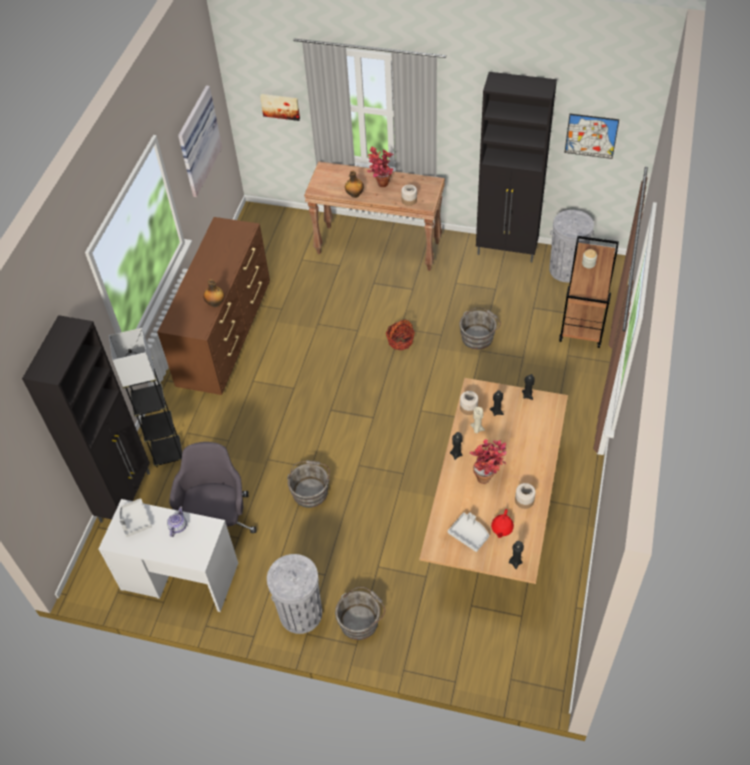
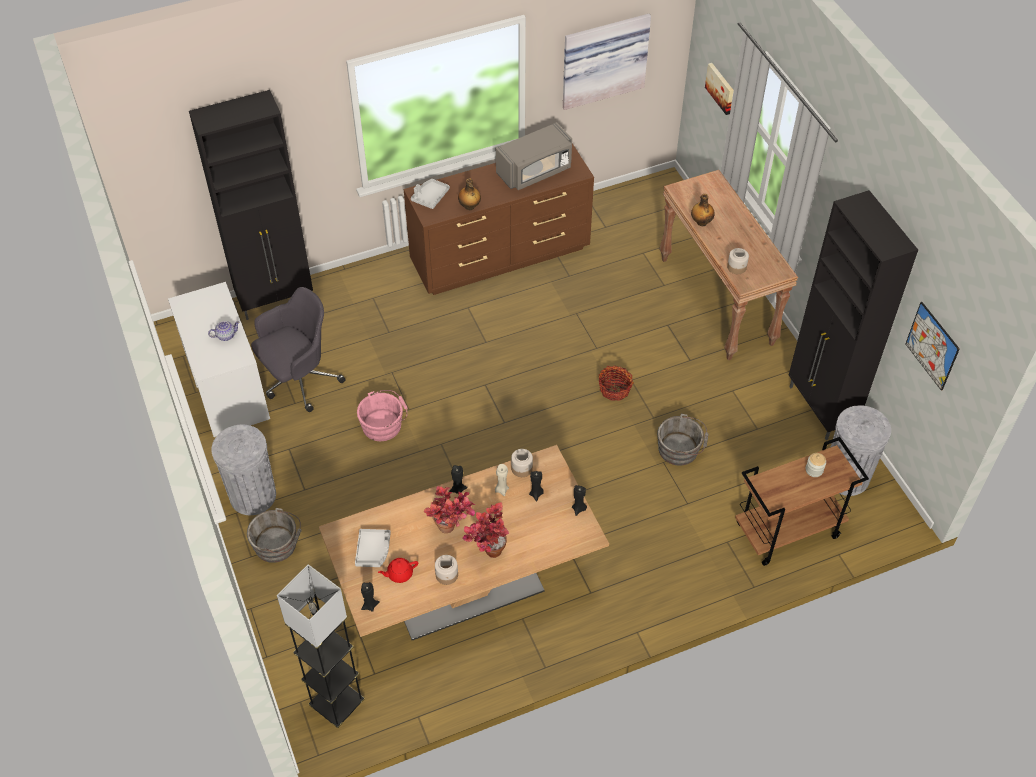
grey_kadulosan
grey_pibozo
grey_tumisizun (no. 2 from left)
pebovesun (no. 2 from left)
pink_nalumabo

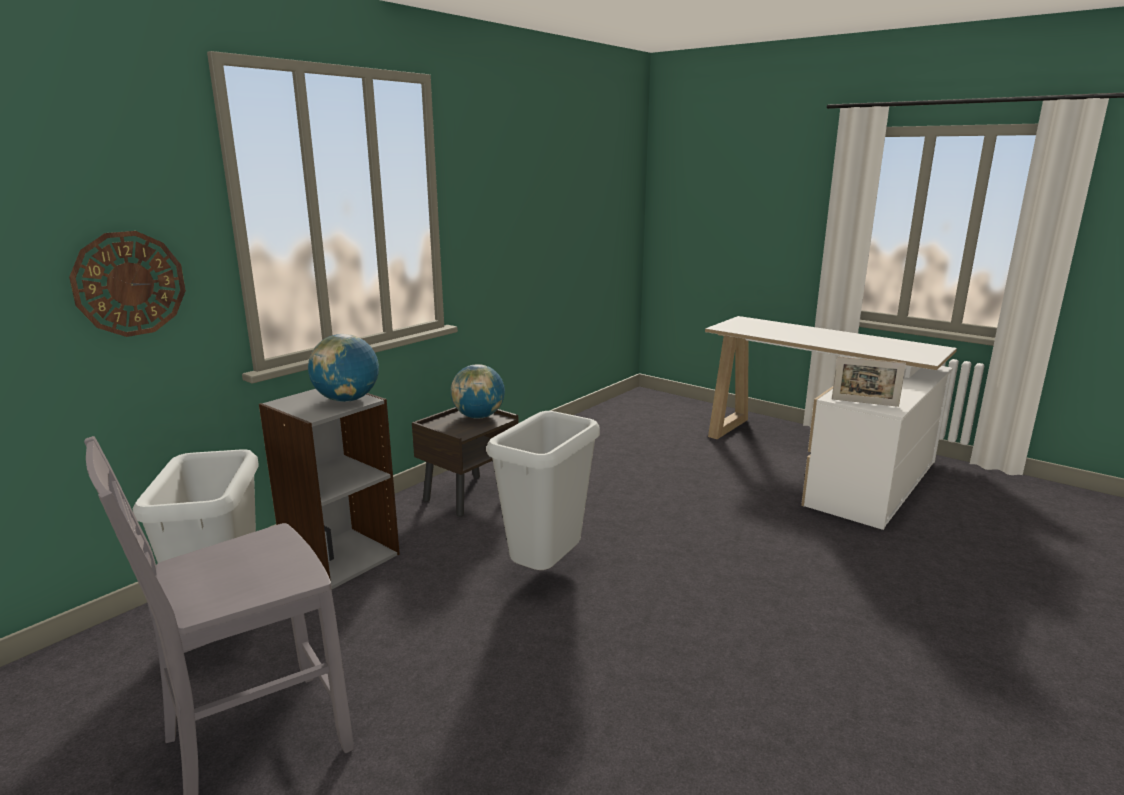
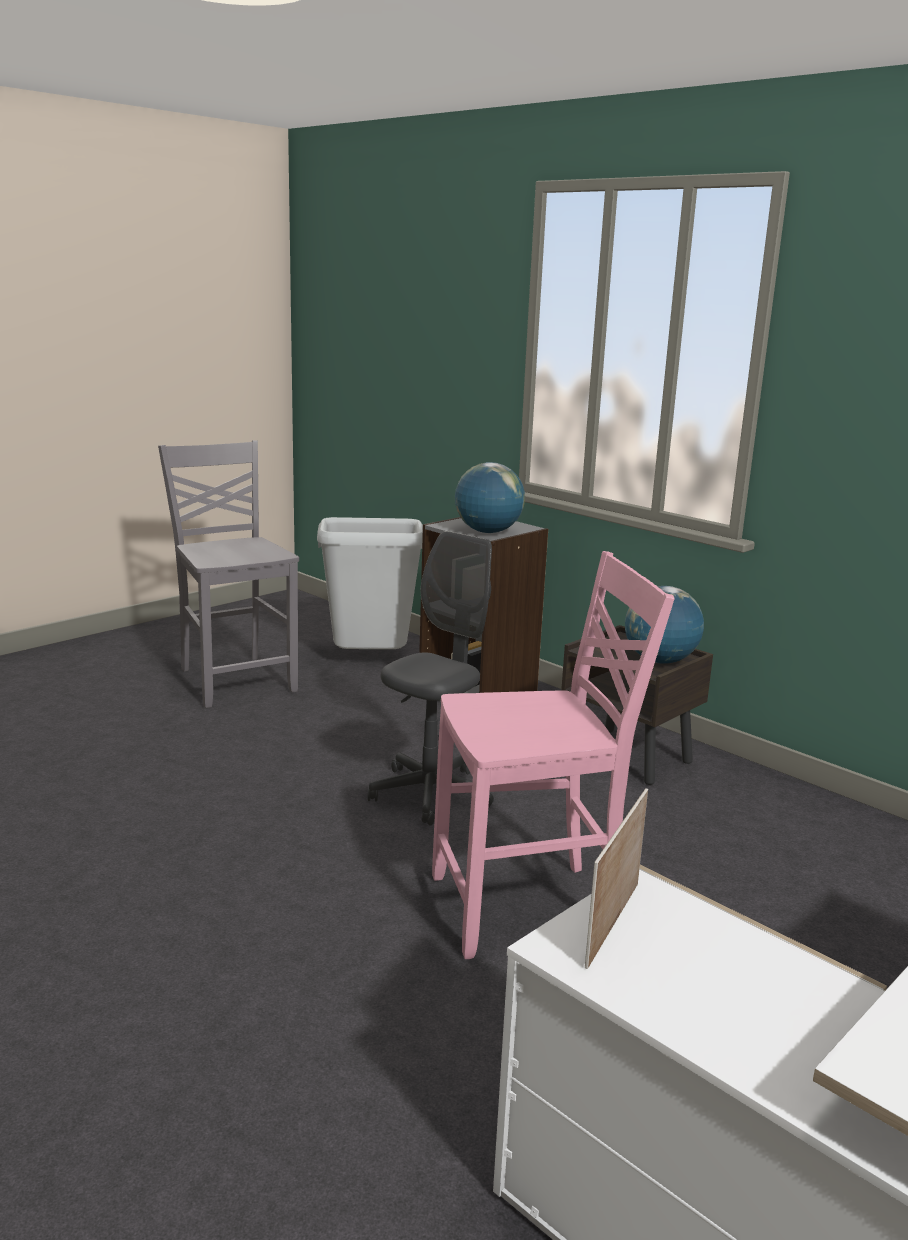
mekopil
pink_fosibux
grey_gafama

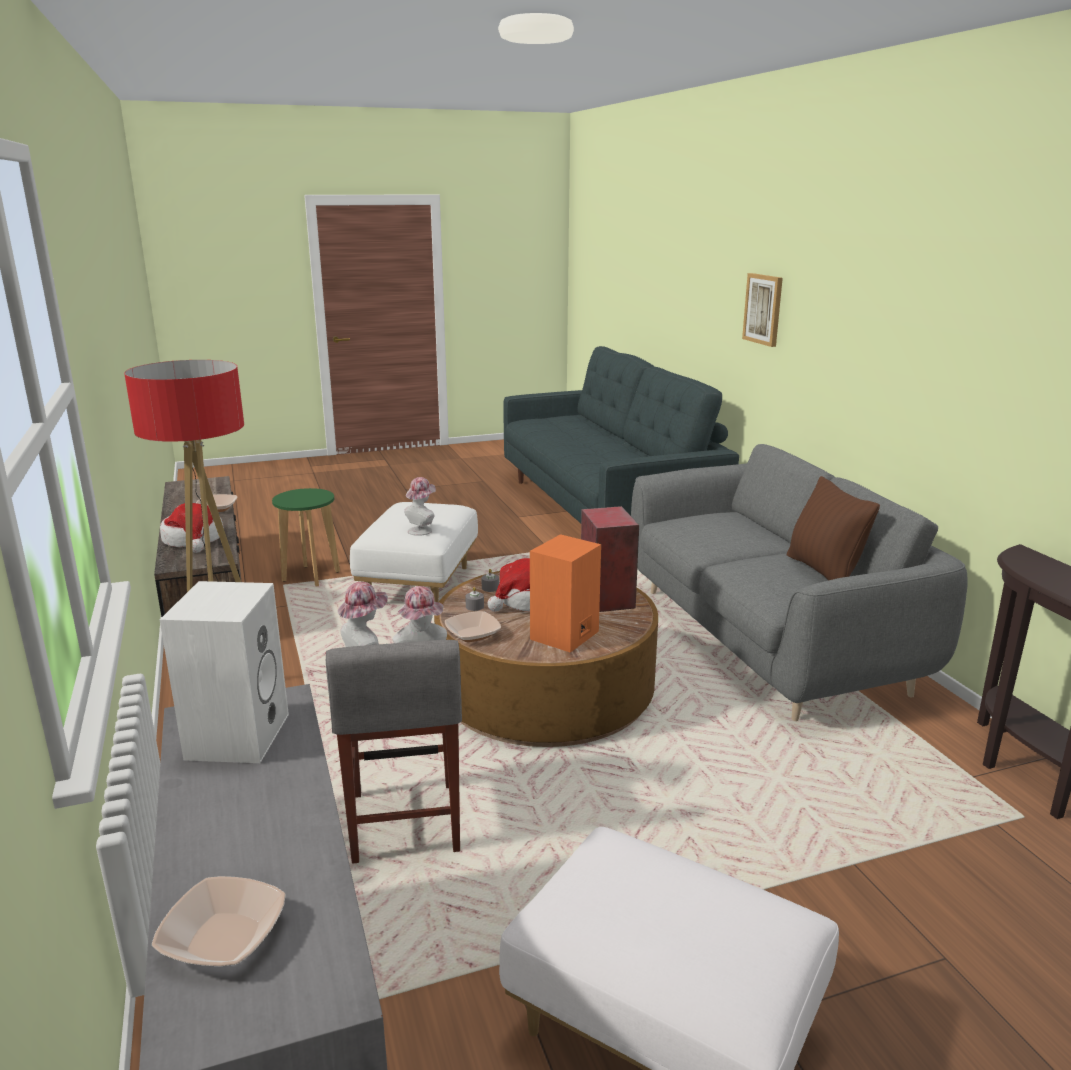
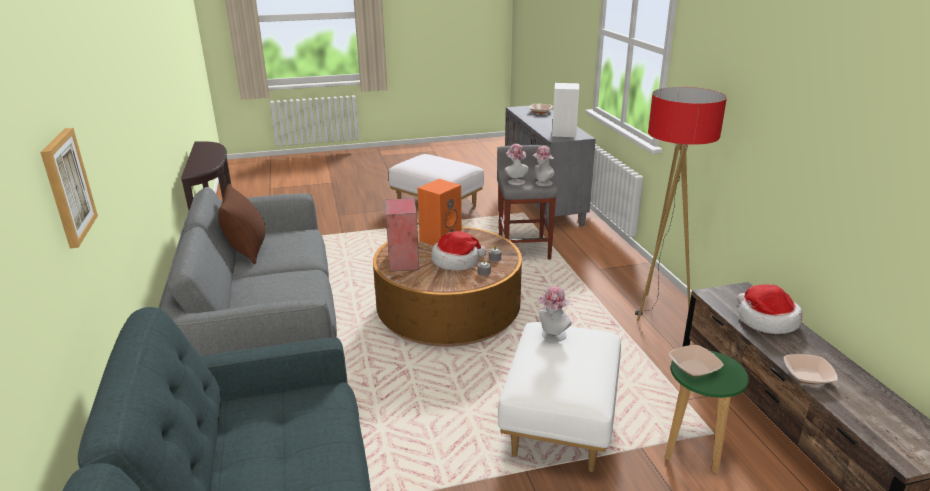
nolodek (no. 2 from left)

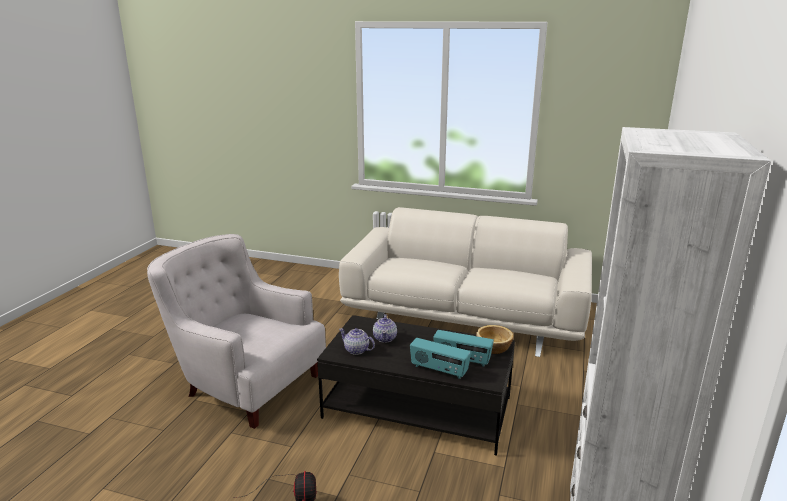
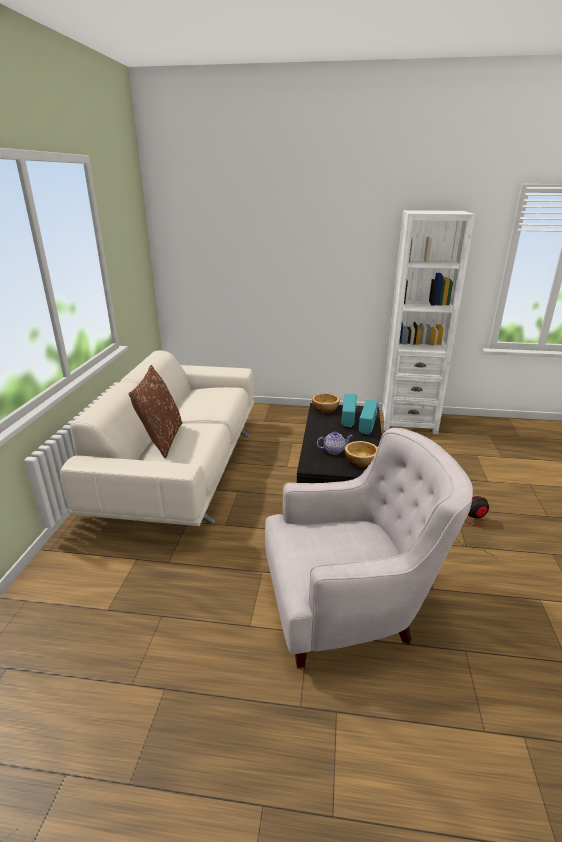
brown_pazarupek
nolodek (no. 2 from left)
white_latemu

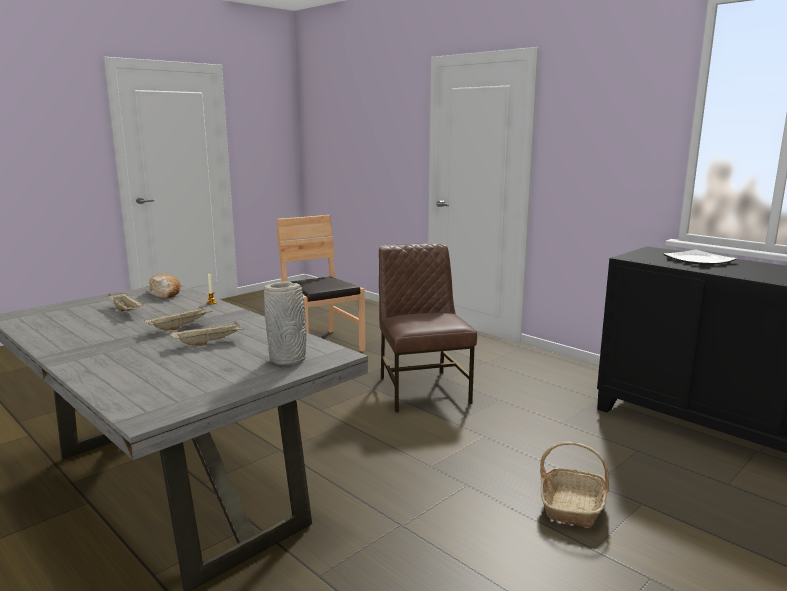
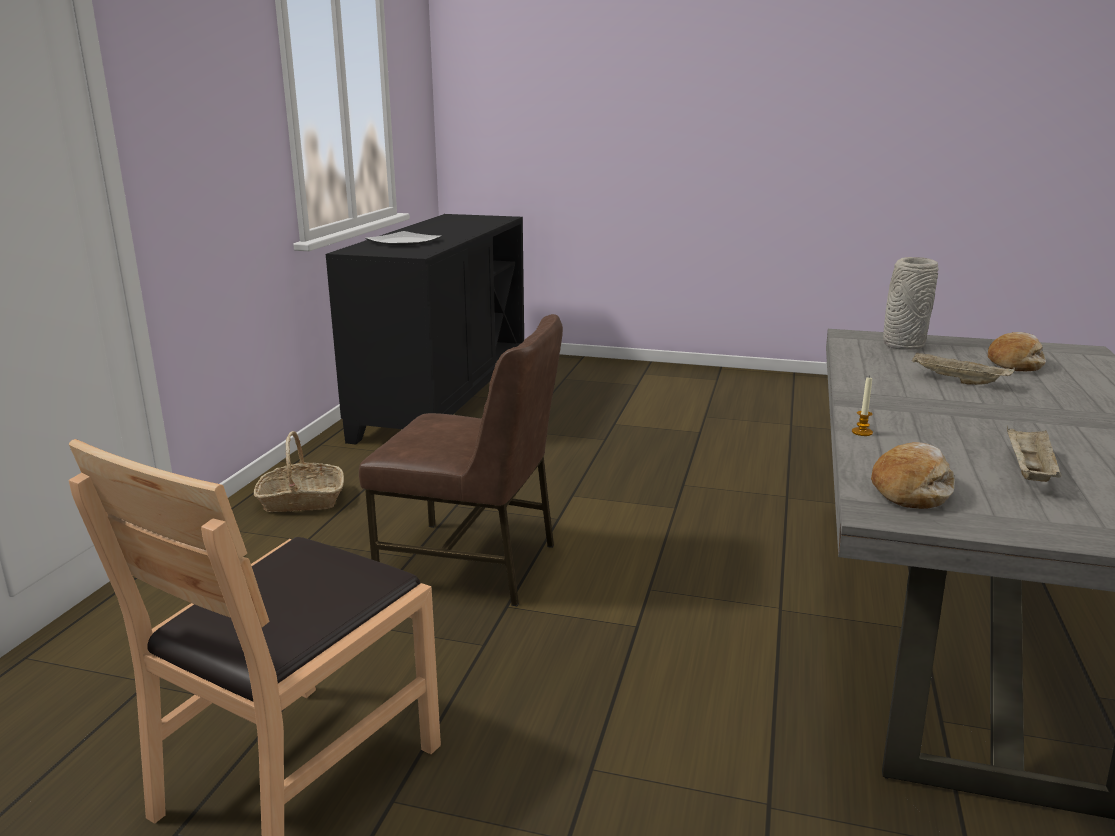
beige_tumisizun (no. 2 from left in the first image)
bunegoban (no. 2 from left)
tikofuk
brown_fosibux (no. 2 from left)

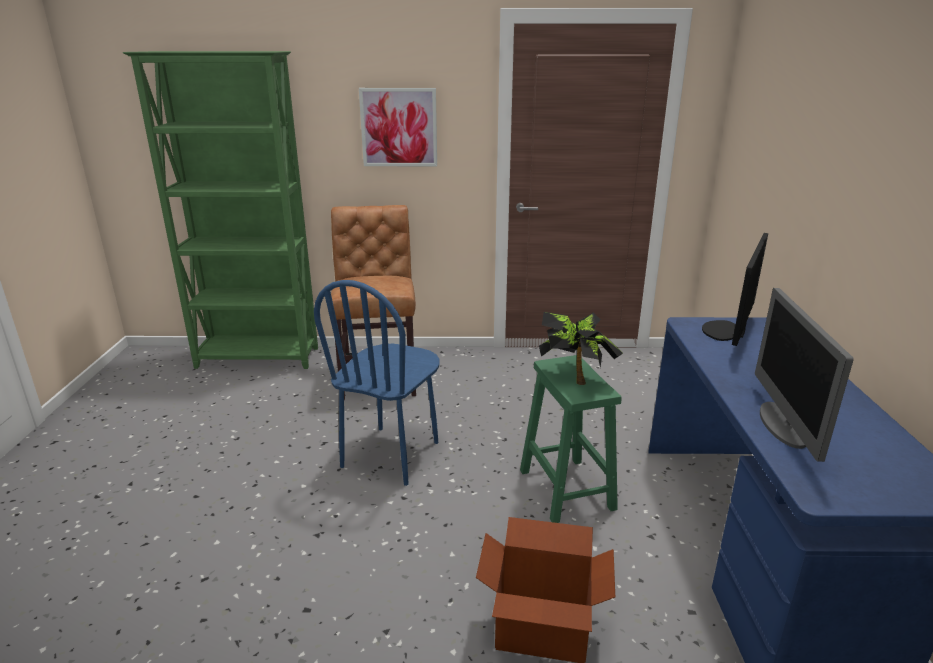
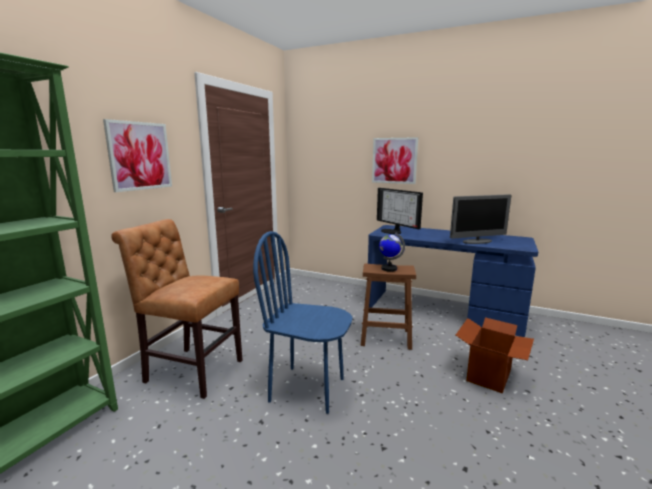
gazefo (no. 2 from left)
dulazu
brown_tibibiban
blue_fosibux
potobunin (no. 2 from left)

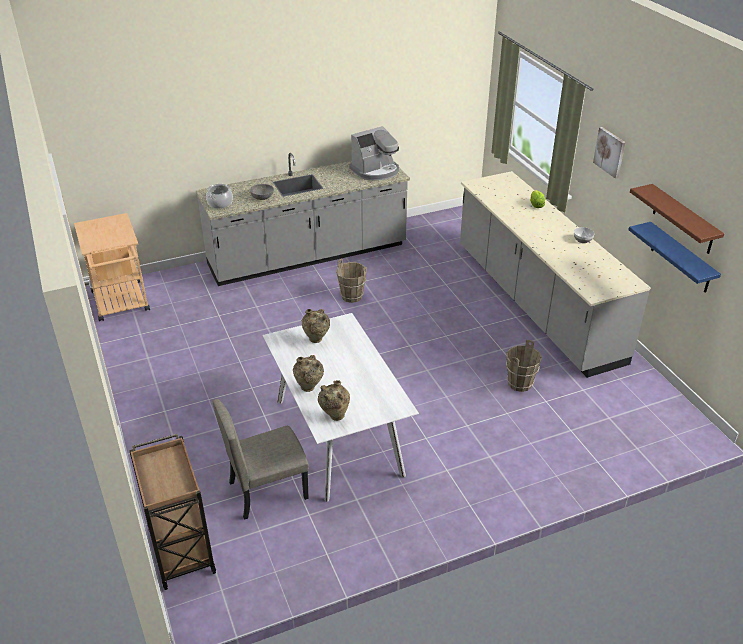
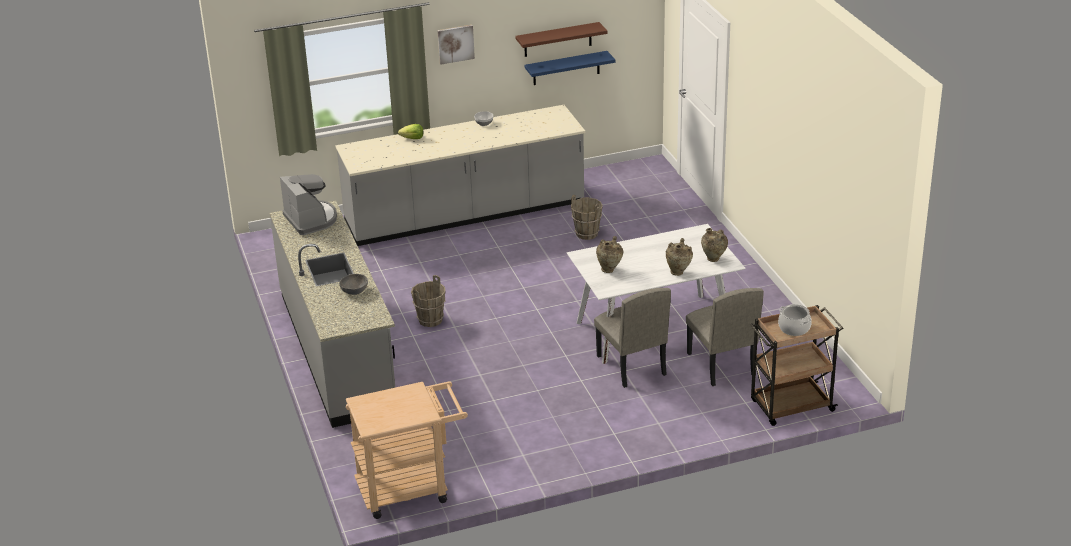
beige_fosibux (no. 1 from left)
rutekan

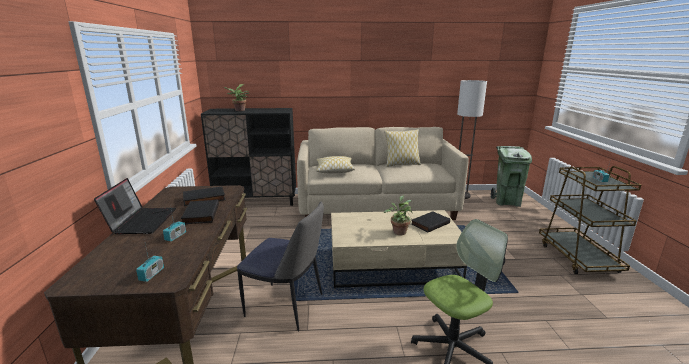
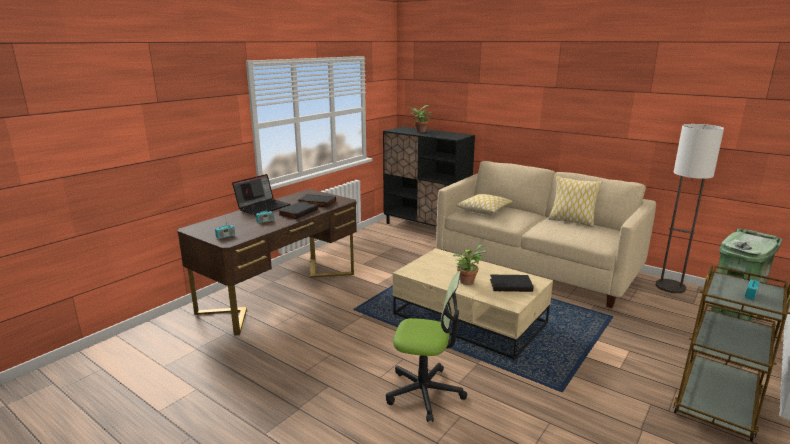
fosibux

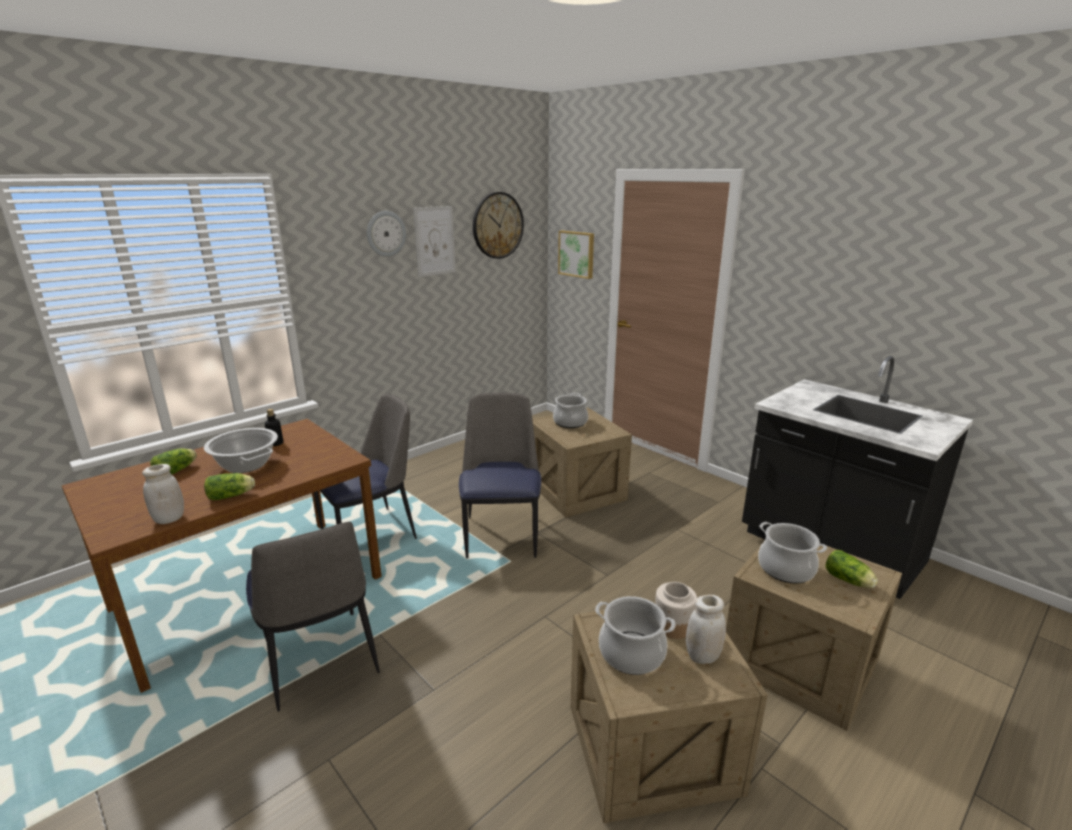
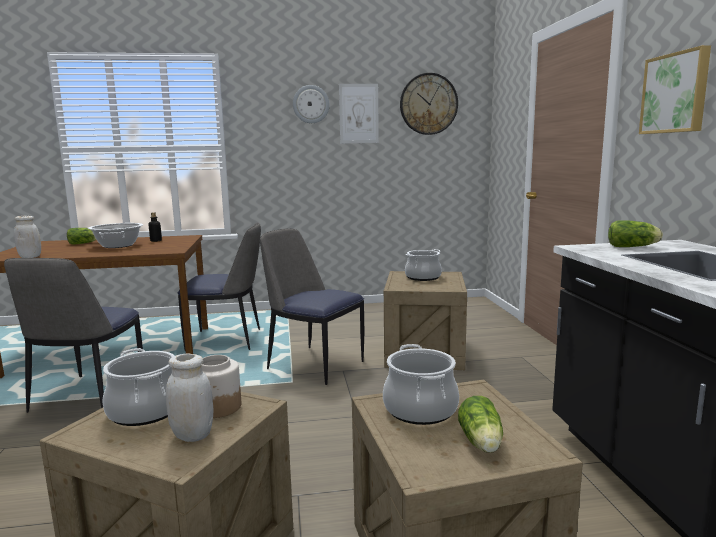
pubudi (no. 3 from left)
gazefo (no. 2 from left)
fosibux (no. 3 from left)

